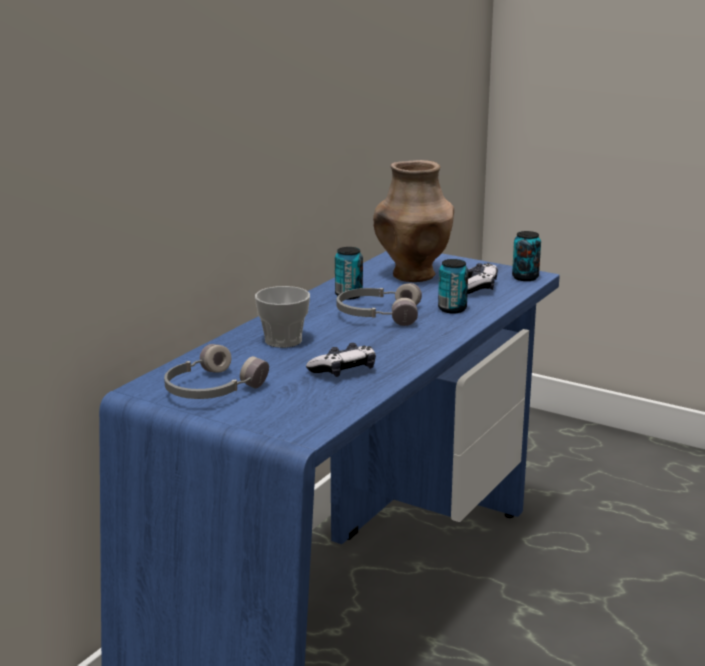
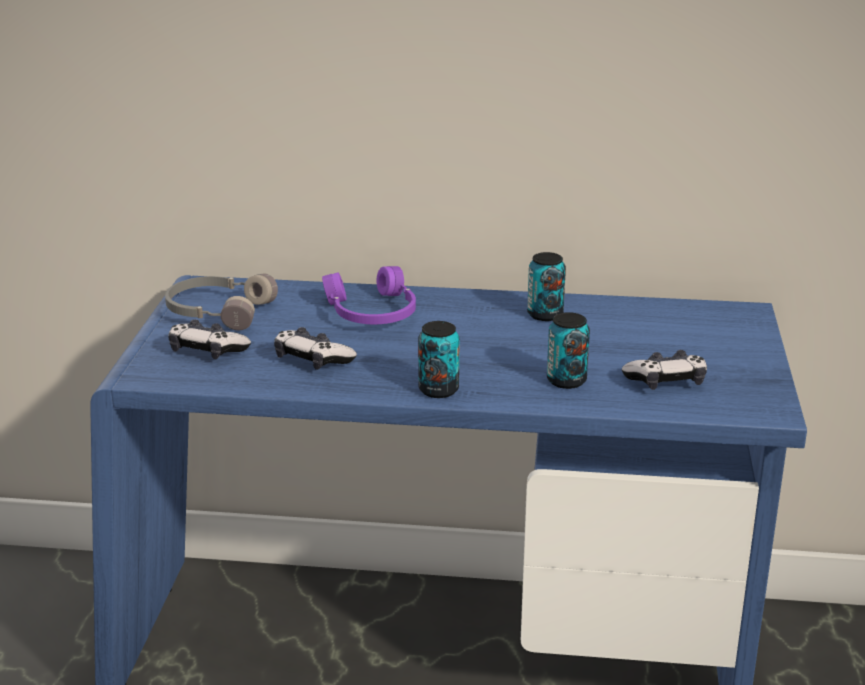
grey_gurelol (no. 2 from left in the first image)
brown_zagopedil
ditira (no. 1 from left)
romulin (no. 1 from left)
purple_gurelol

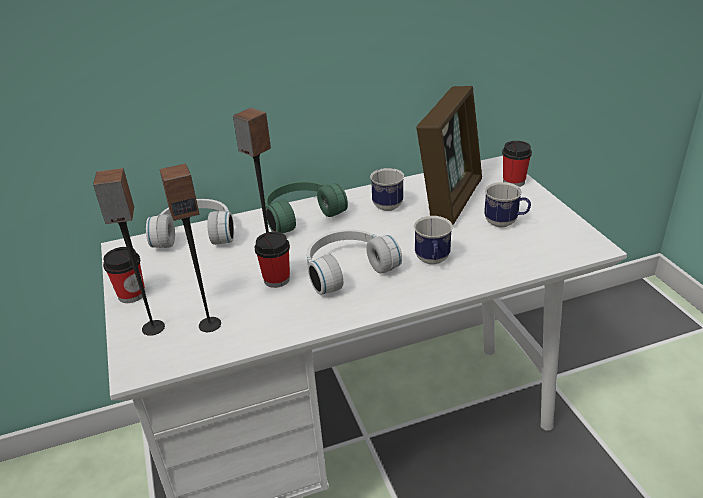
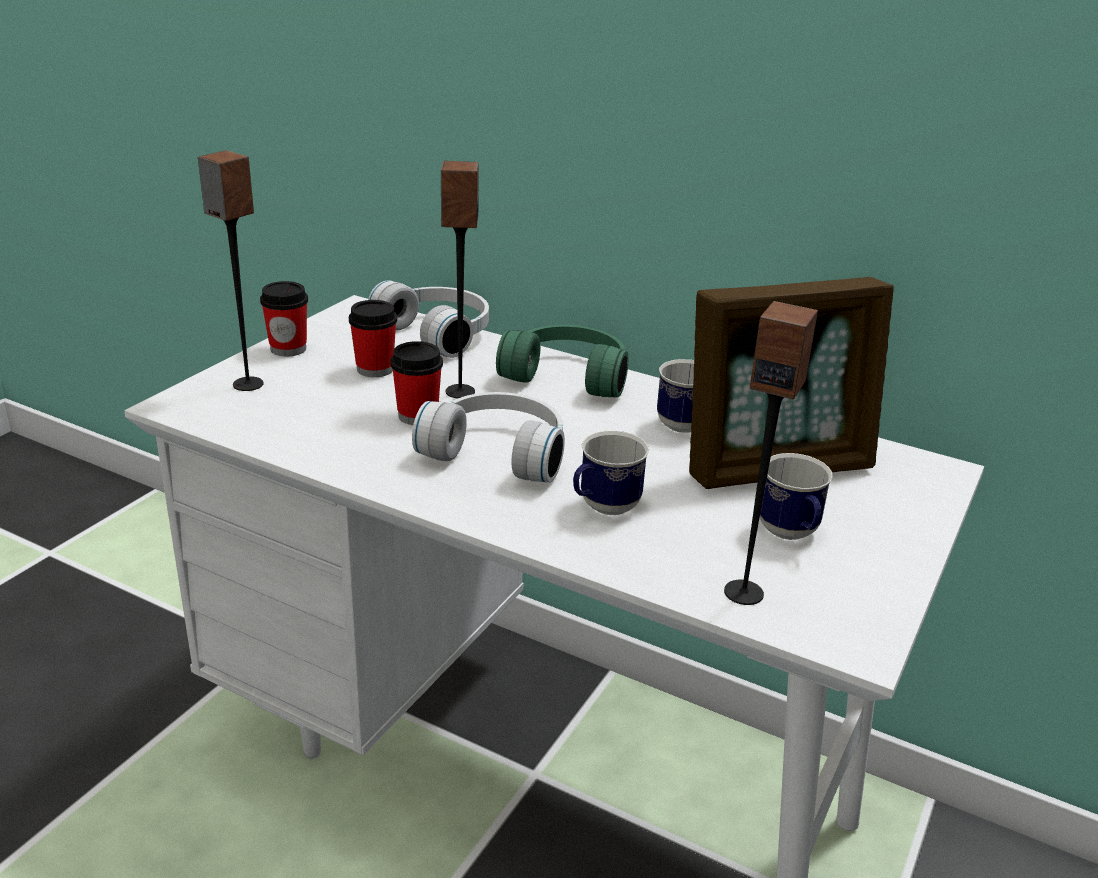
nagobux (no. 3 from left)
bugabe (no. 2 from left)

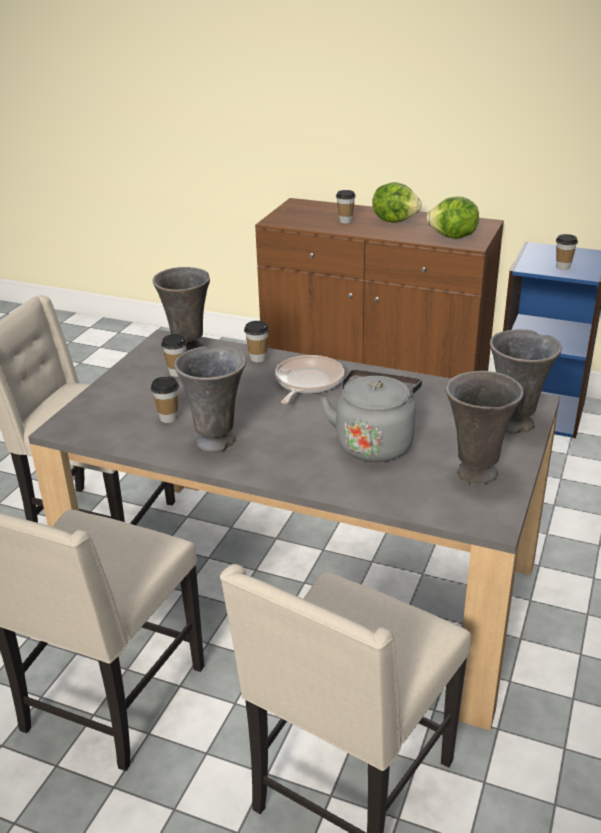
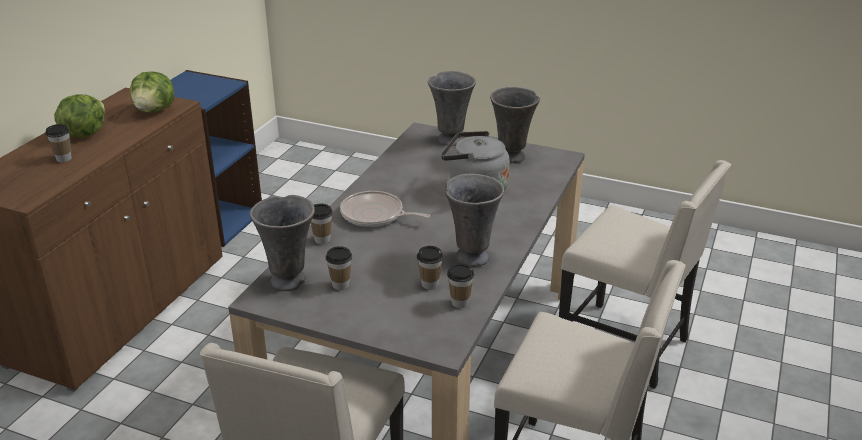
bugabe (no. 5 from left)

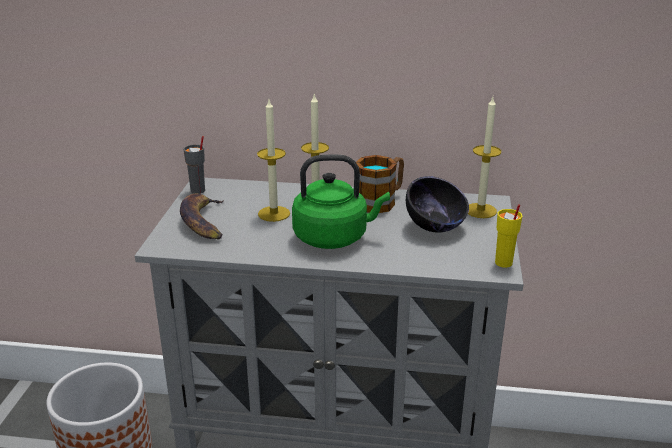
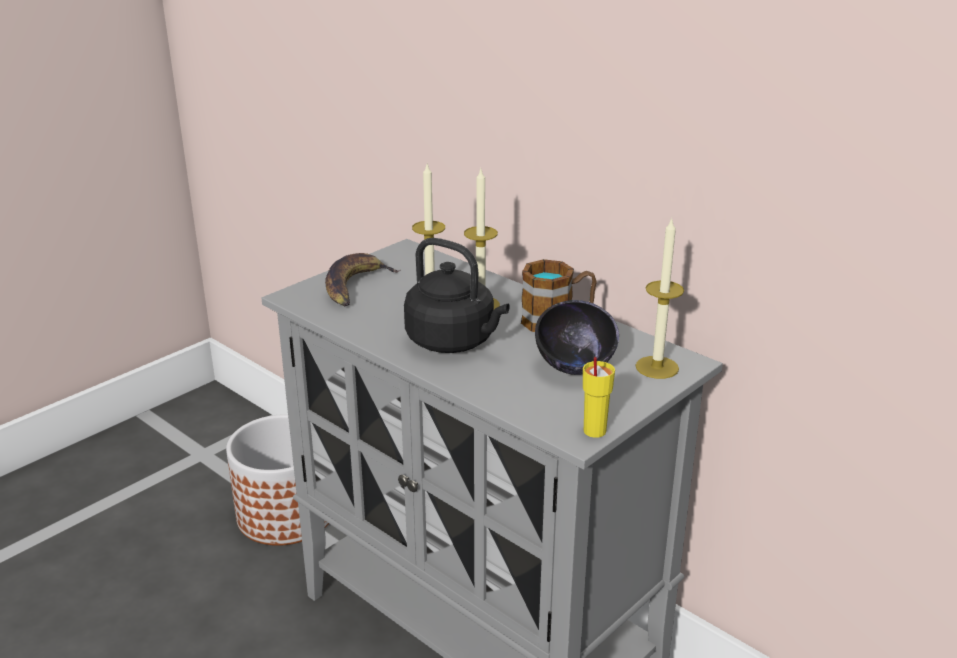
grey_bugabe
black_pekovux

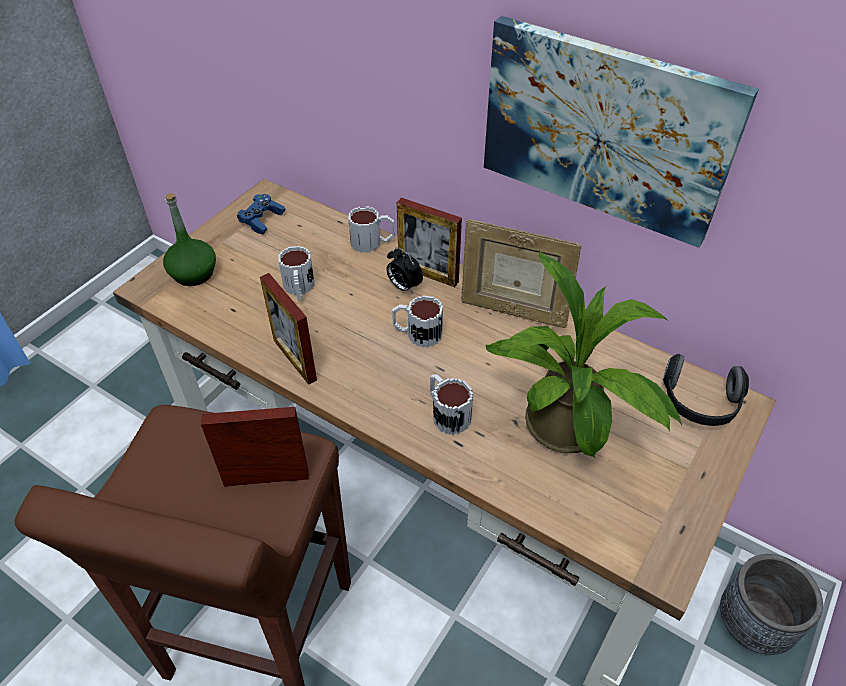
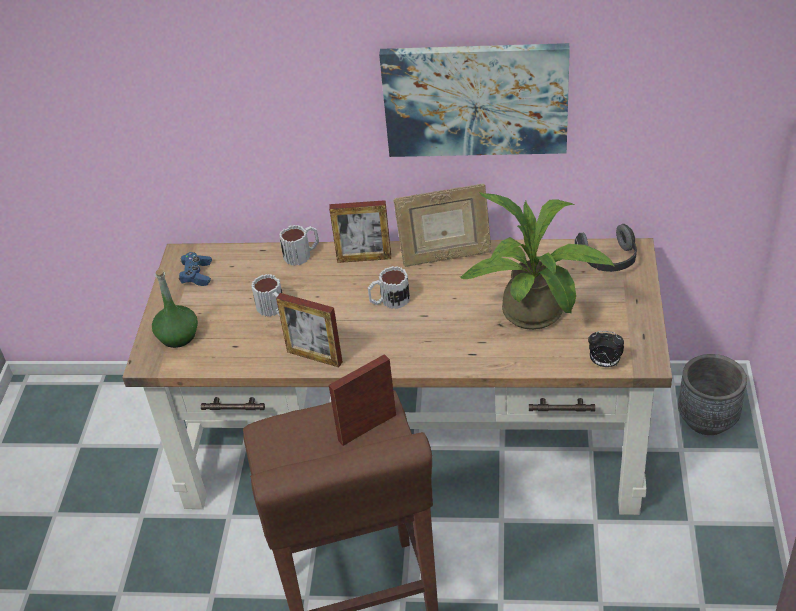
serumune (no. 4 from left in the first image)
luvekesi

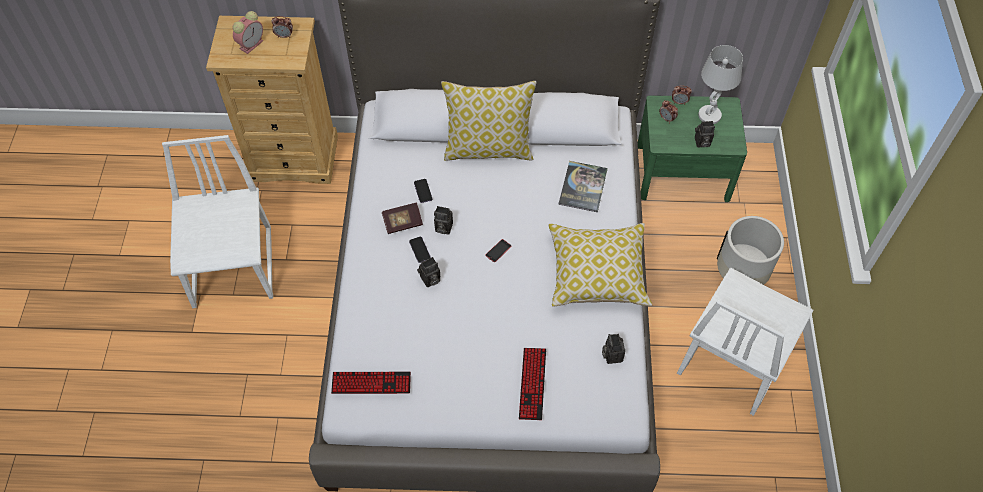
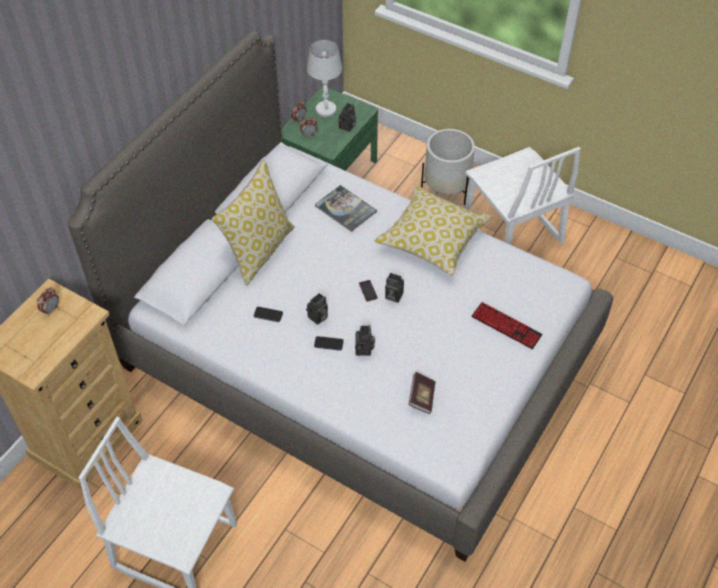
luvekesi (no. 1 from left in the first image)
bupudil (no. 1 from left in the first image)
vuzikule (no. 2 from left)
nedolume (no. 4 from left)

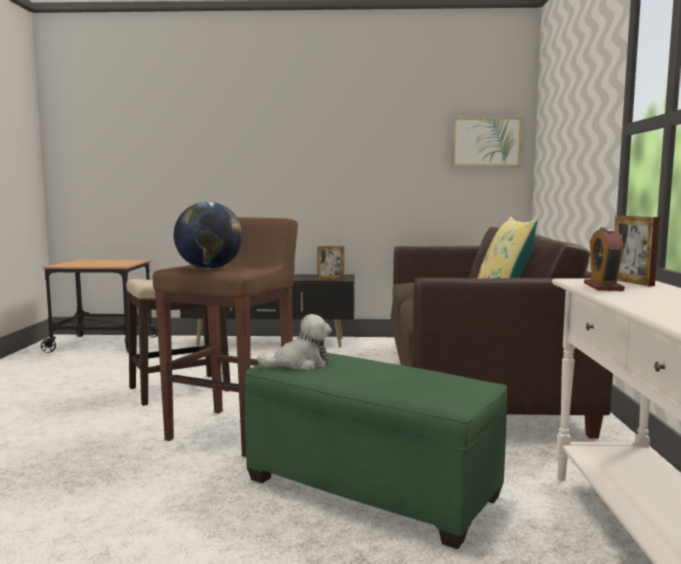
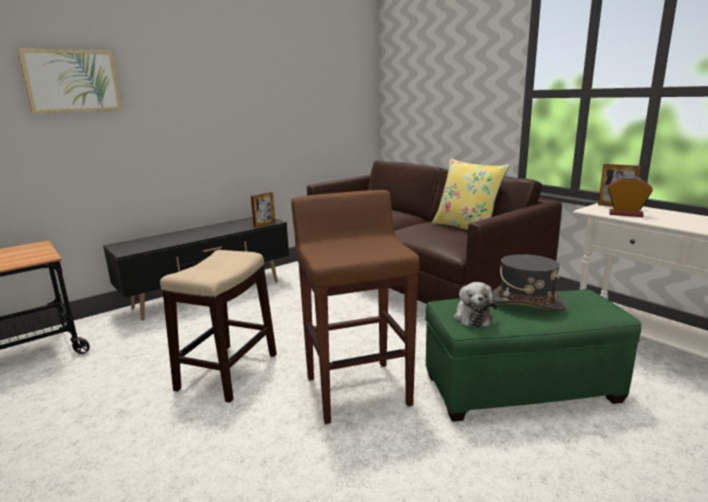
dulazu
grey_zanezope
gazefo
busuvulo
luvekesi

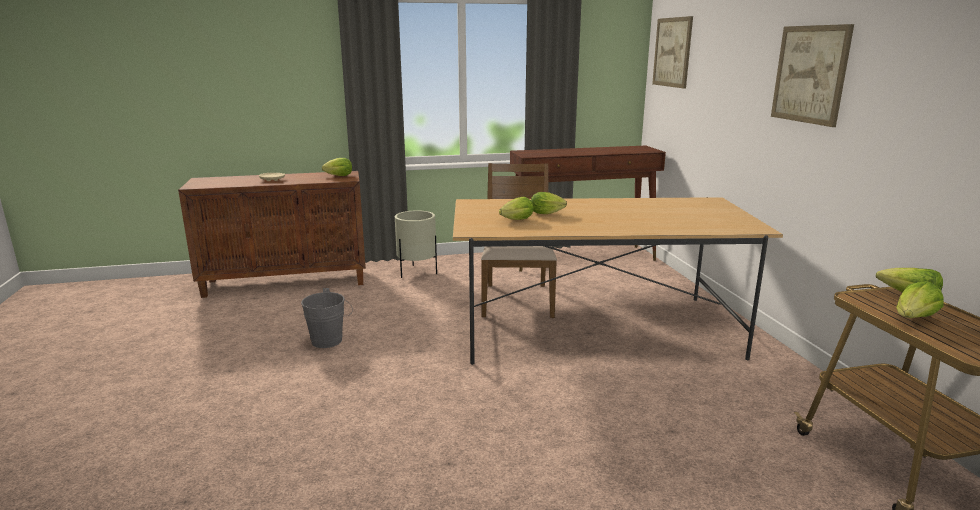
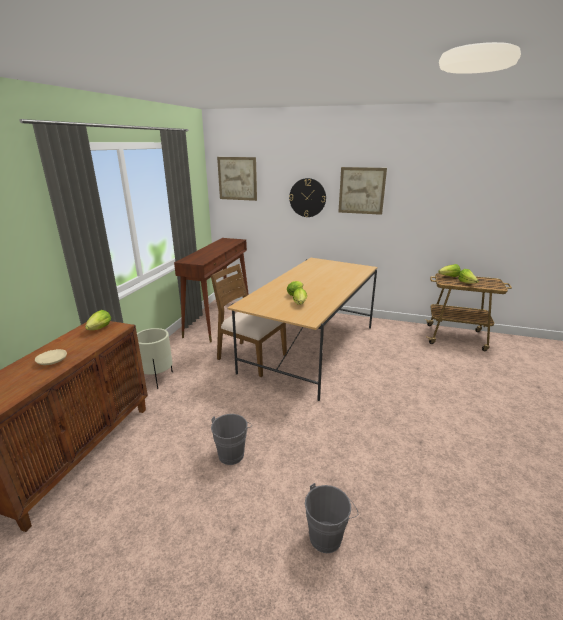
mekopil
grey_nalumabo (no. 2 from left)

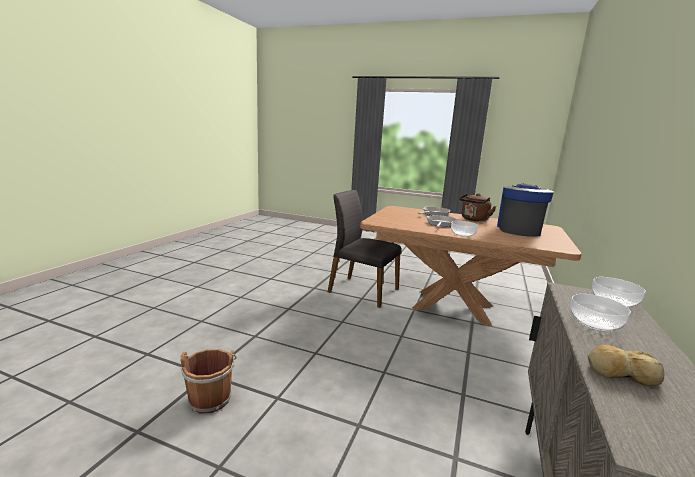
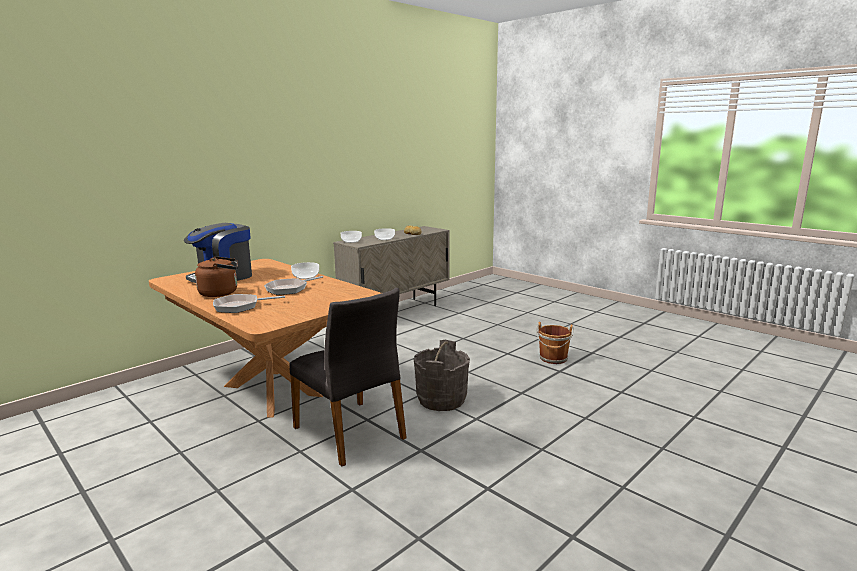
grey_nalumabo

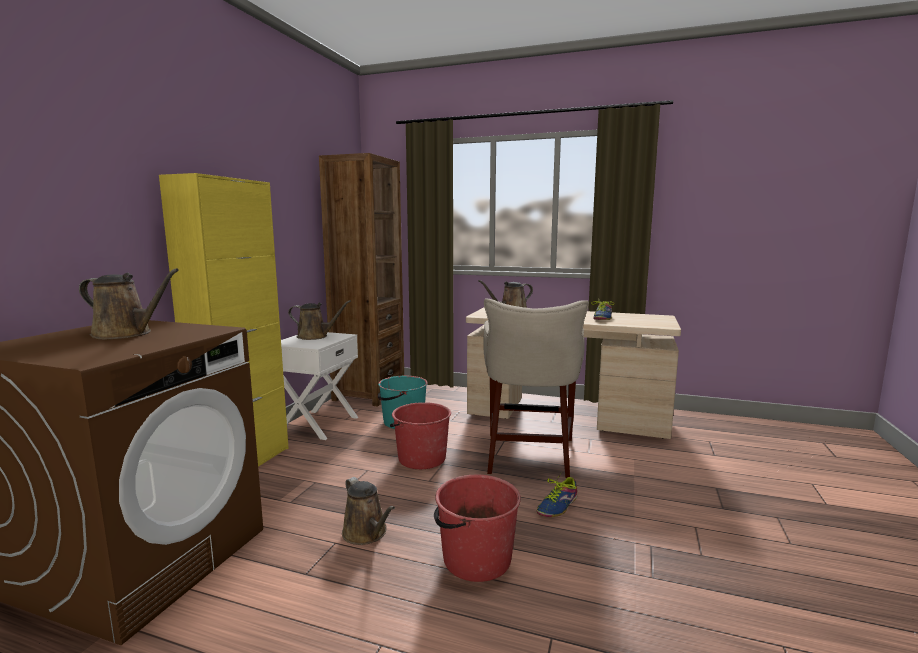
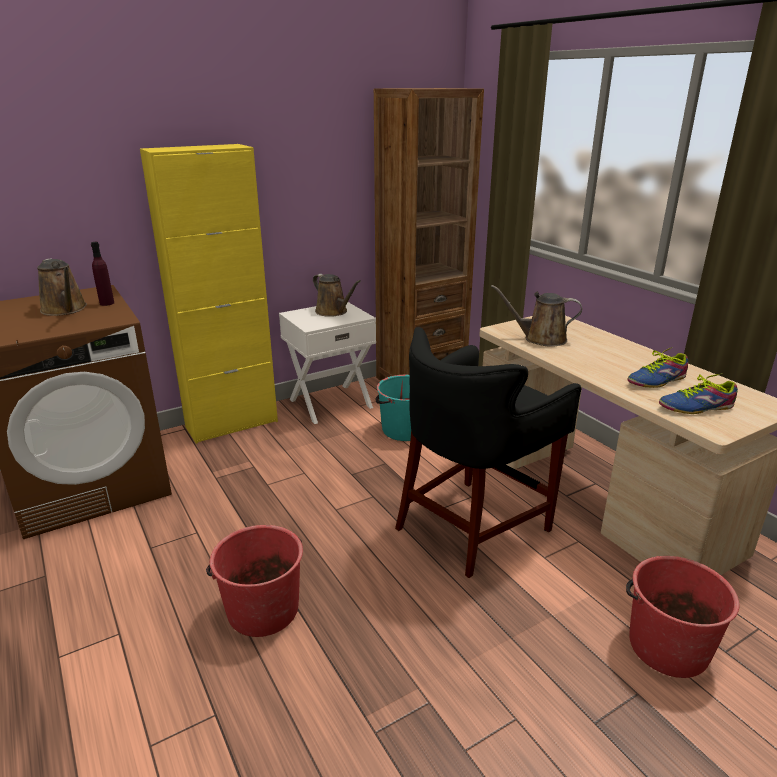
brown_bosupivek (no. 3 from left in the first image)
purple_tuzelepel
red_nalumabo (no. 2 from left)
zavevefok (no. 2 from left)
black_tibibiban

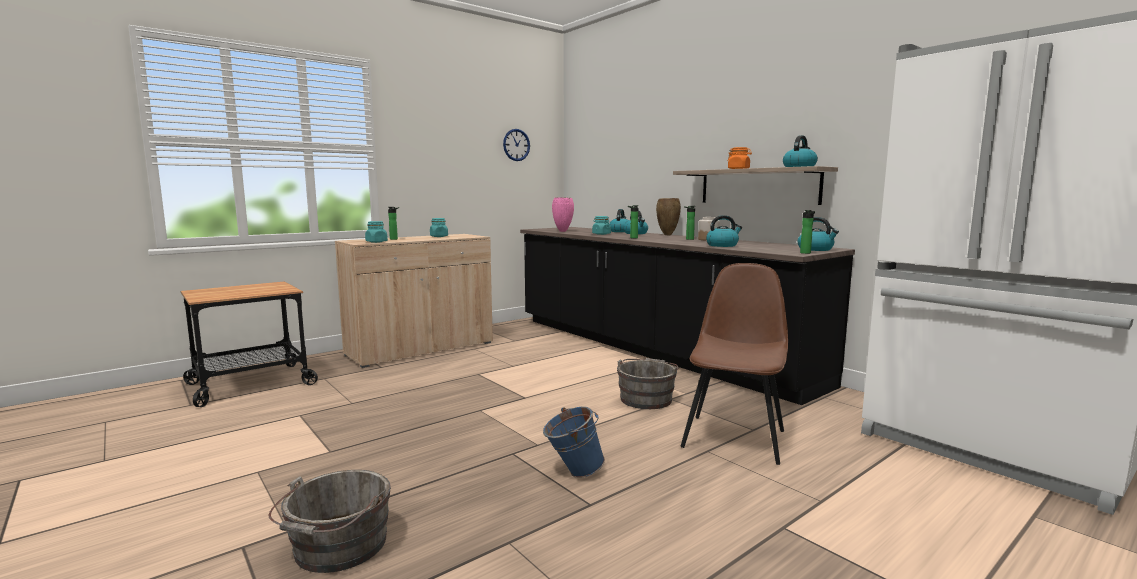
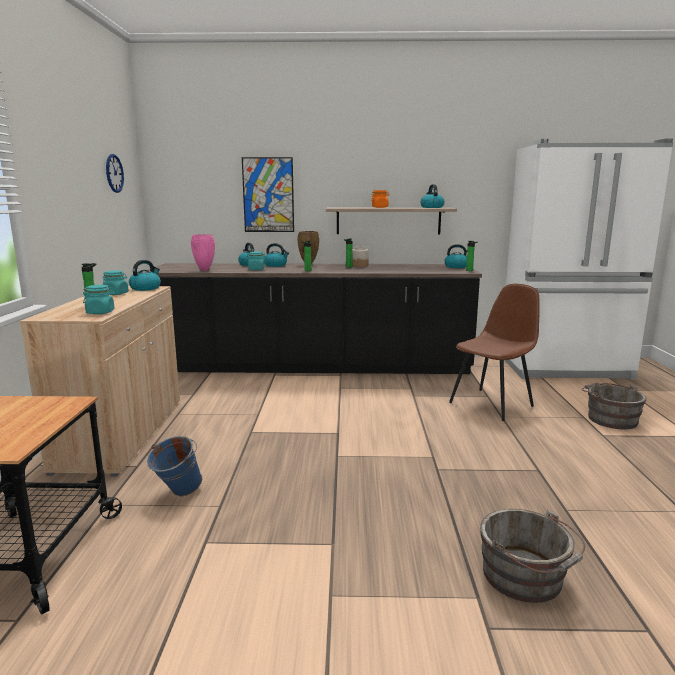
gazefo
blue_nalumabo
grey_nalumabo (no. 2 from left)
pekovux (no. 1 from left)
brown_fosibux

